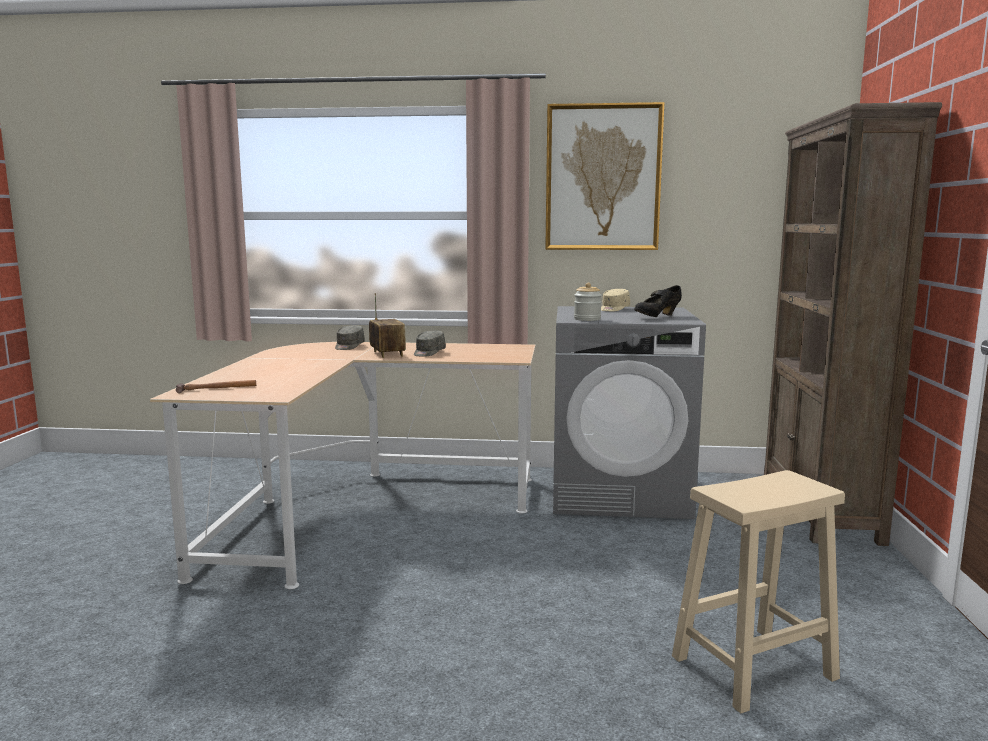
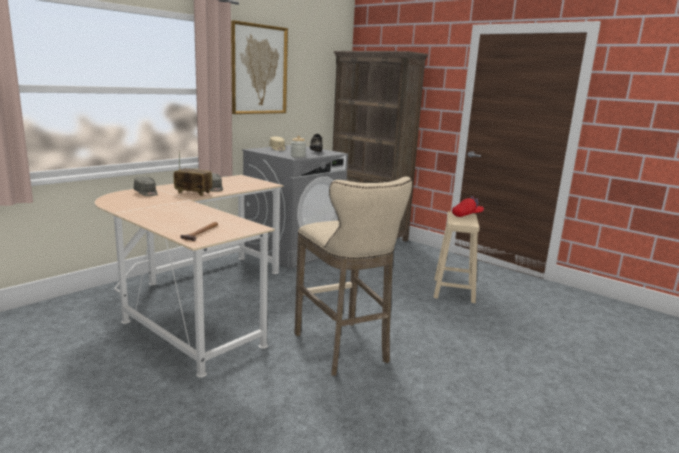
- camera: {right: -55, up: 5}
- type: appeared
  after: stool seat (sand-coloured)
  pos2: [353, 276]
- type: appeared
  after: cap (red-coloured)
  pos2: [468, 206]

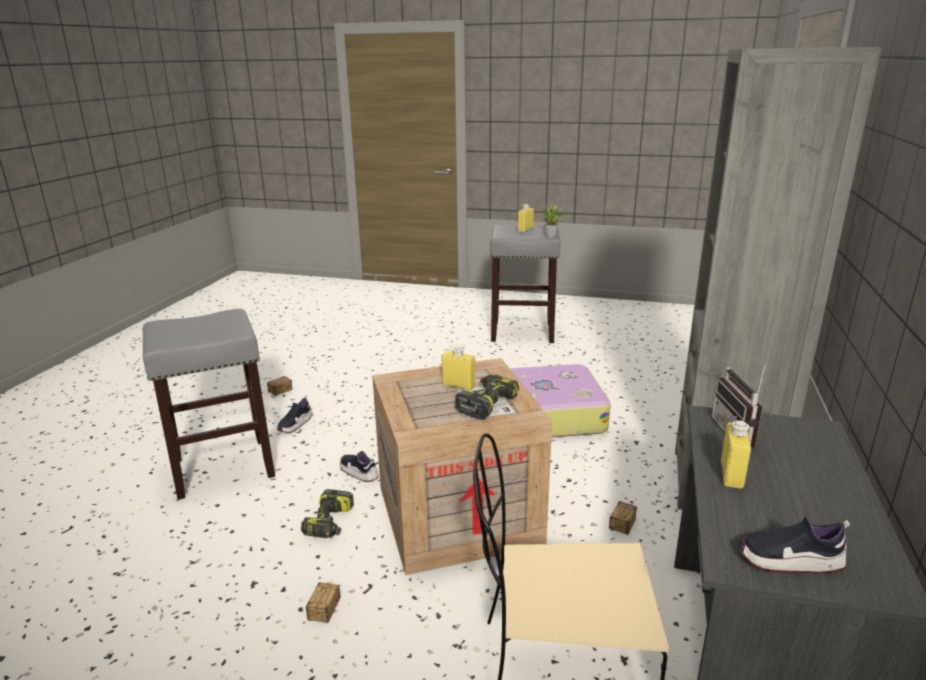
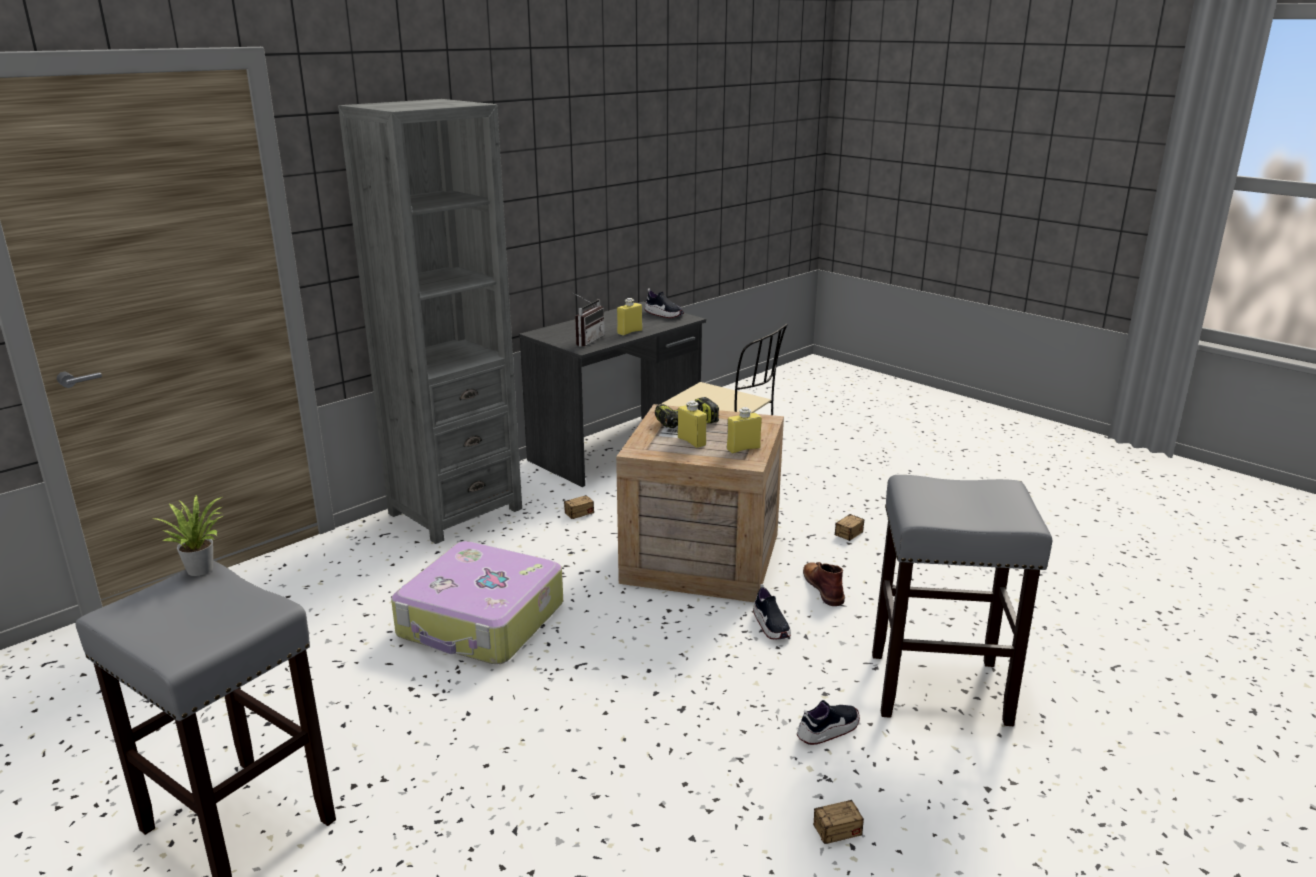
- camera: {right: -150, up: 0}
- type: relocated
  before: beverage bottle (yellow-coloured)
  pos1: [526, 218]
  pos2: [744, 430]
- type: exchanged
  before: power drill
  after: boot (brownish)
  pos1: [327, 513]
  pos2: [824, 584]

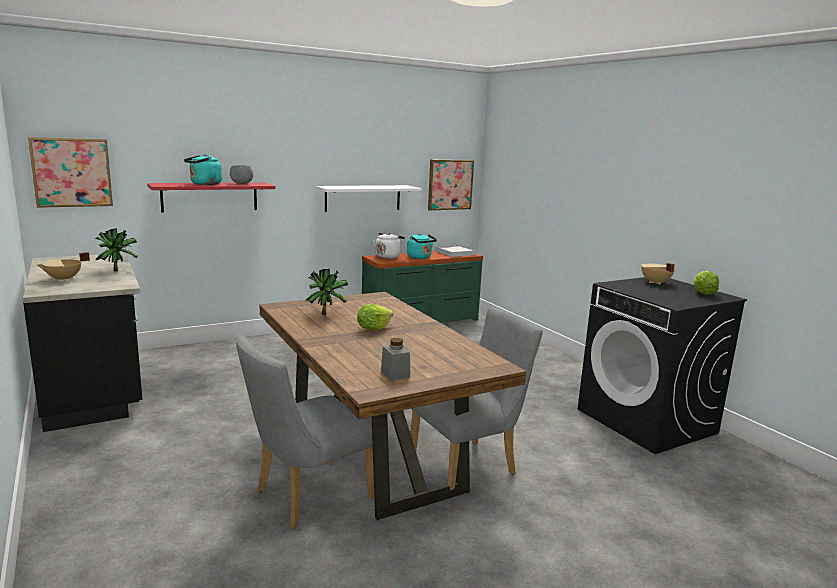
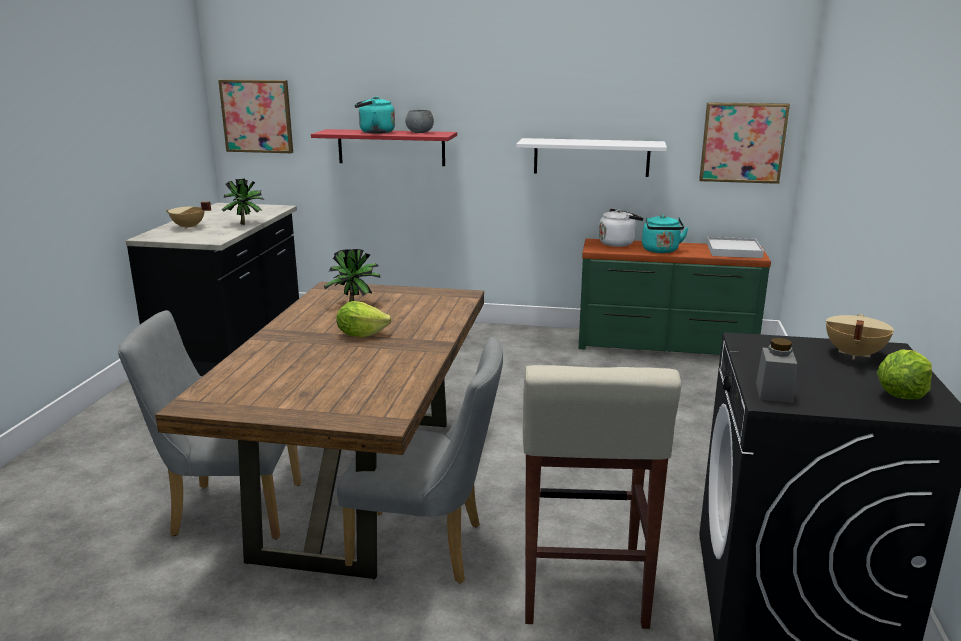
- camera: {right: 40, up: 5}
- type: relocated
  before: preserve jar (gray)
  pos1: [395, 359]
  pos2: [777, 370]
- type: appeared
  after: stool seat (sand-coloured)
  pos2: [602, 497]

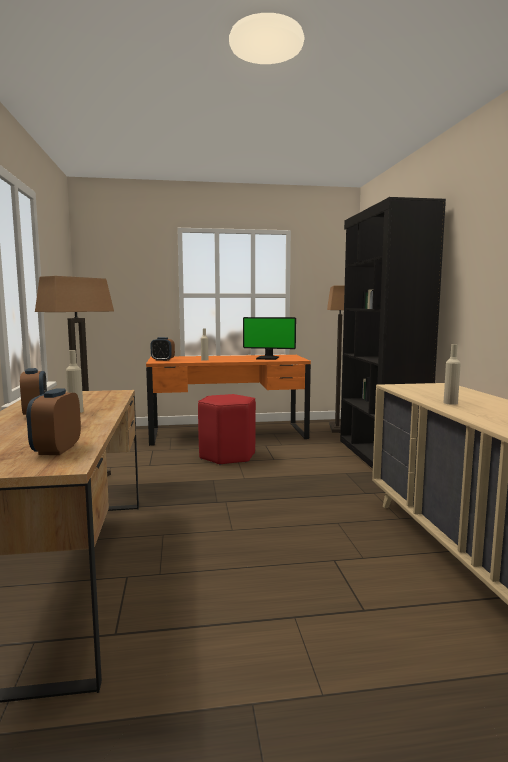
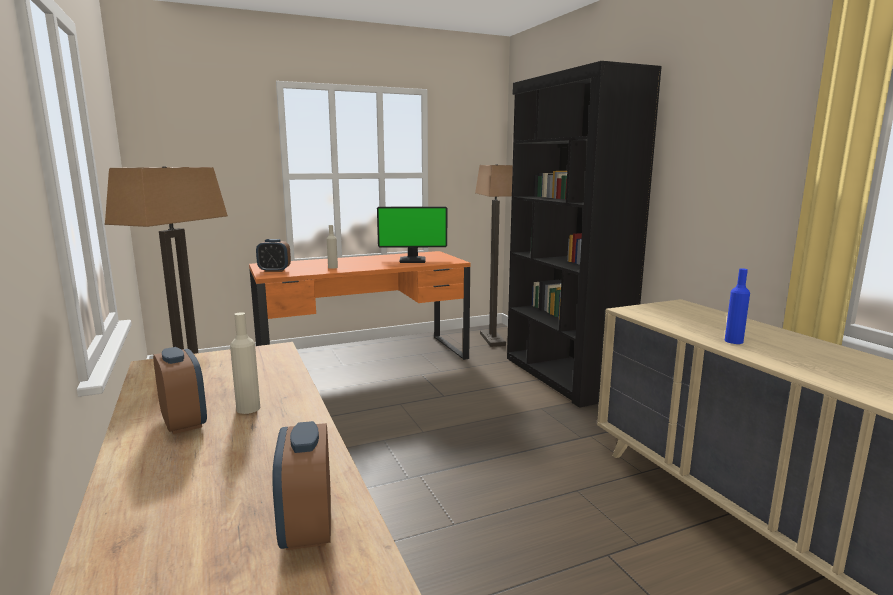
- camera: {right: -15, up: 5}
- type: colour
  before: beverage bottle (sand-coloured)
  after: beverage bottle (bluish)
  pos1: [452, 374]
  pos2: [737, 306]
- type: missing
  before: stool seat (red-coloured)
  pos1: [227, 429]

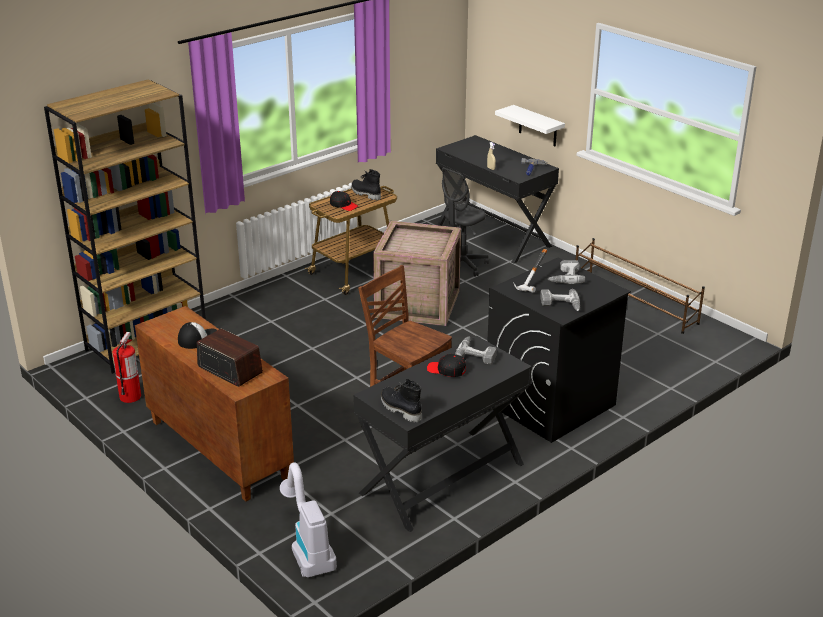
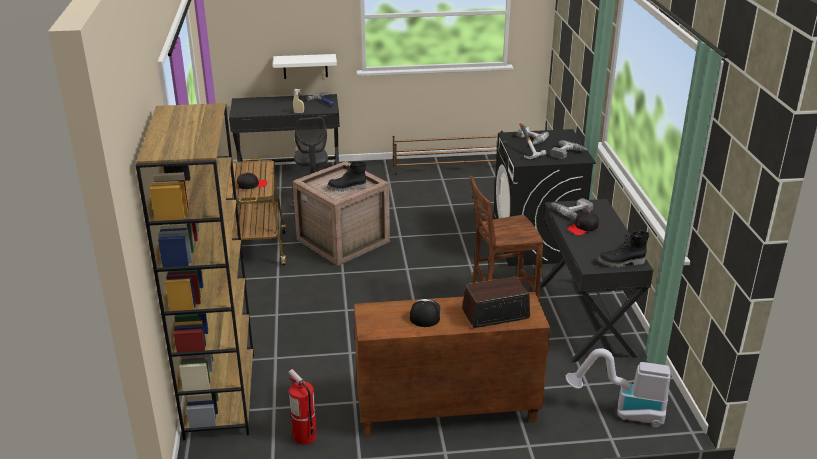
- camera: {right: -55, up: 0}
- type: relocated
  before: boot (black)
  pos1: [366, 184]
  pos2: [346, 176]

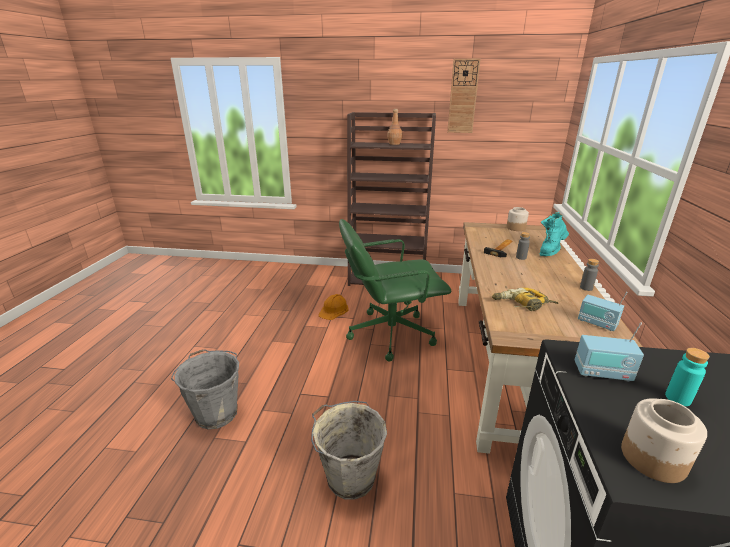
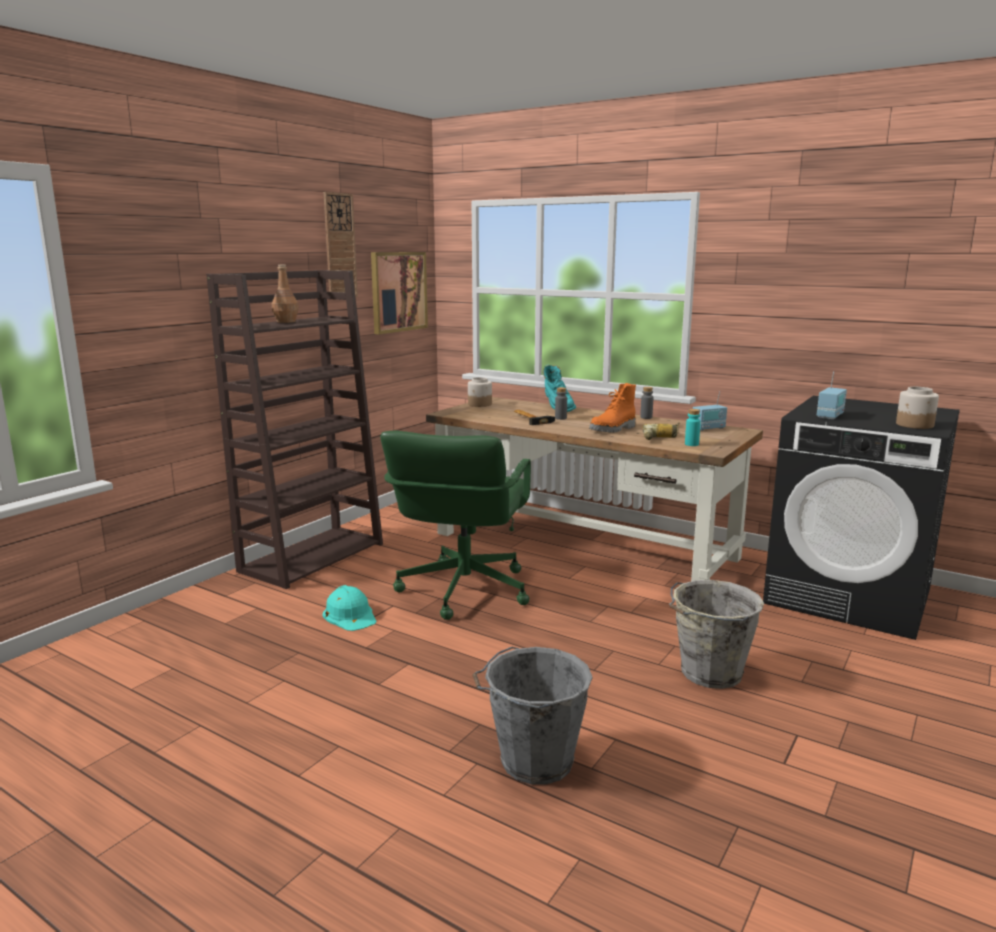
- camera: {right: -65, up: -10}
- type: colour
  before: work helmet (orange-coloured)
  after: work helmet (turquoise)
  pos1: [333, 307]
  pos2: [349, 608]
- type: relocated
  before: beverage bottle (turquoise)
  pos1: [687, 377]
  pos2: [693, 427]
- type: appeared
  after: picture
  pos2: [399, 293]
- type: appeared
  after: boot (orange-coloured)
  pos2: [612, 408]

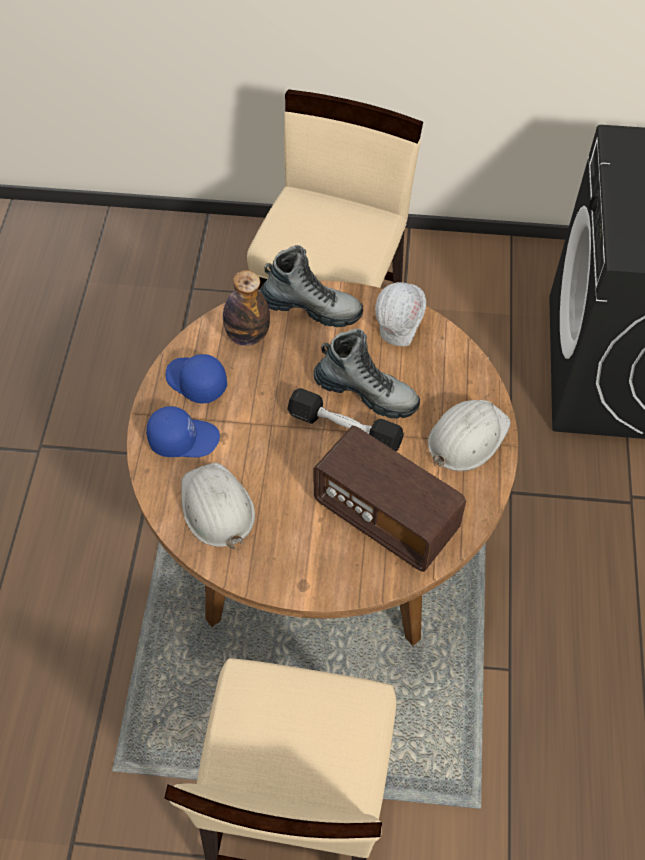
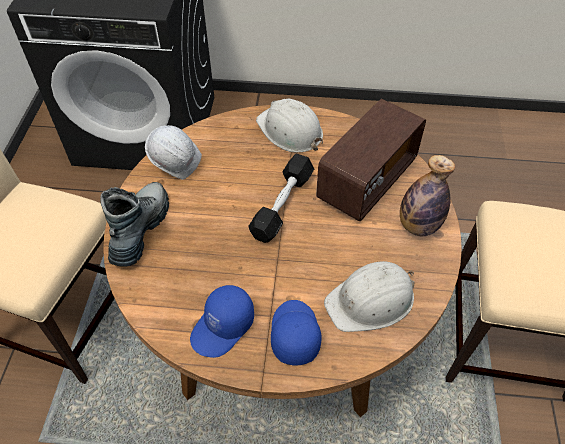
- camera: {right: -90, up: -5}
- type: relocated
  before: beverage bottle
  pos1: [246, 308]
  pos2: [427, 195]
- type: missing
  before: boot
  pos1: [367, 373]

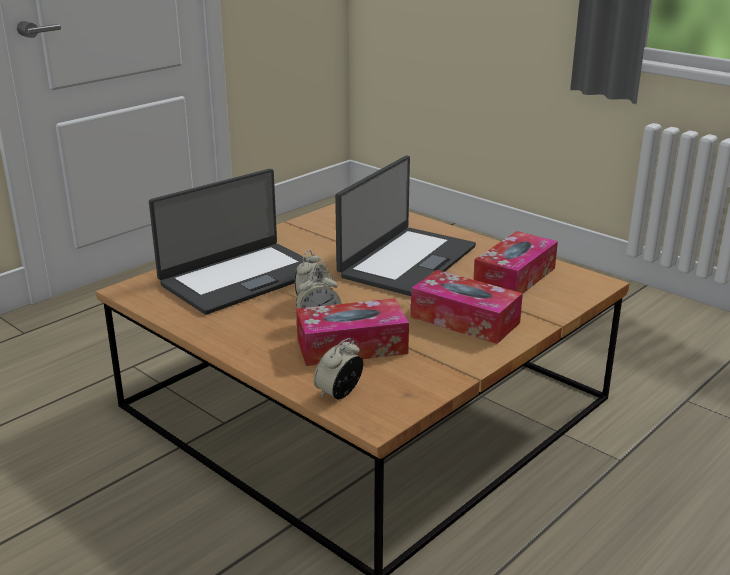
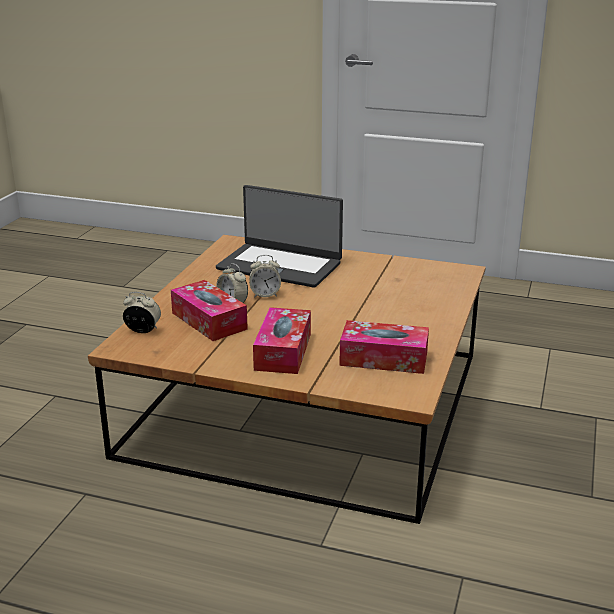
- camera: {right: 65, up: 0}
- type: missing
  before: notebook computer
  pos1: [405, 226]

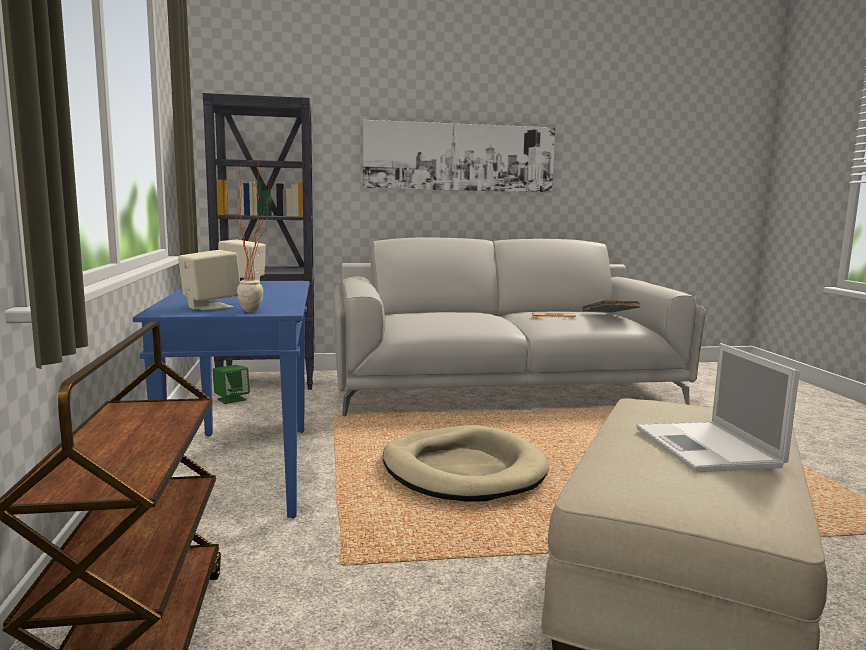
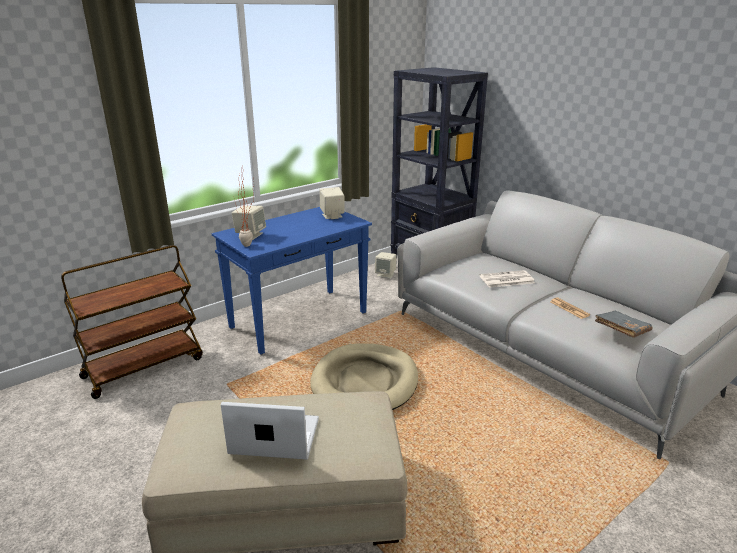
- camera: {right: 60, up: 15}
- type: missing
  before: picture
  pos1: [459, 156]
- type: spun
  before: notebook computer
  pos1: [718, 407]
  pos2: [270, 431]
  turn: 45
- type: colour
  before: loudspeaker (green-coloured)
  after: loudspeaker (sand-coloured)
  pos1: [231, 384]
  pos2: [386, 265]
- type: appeared
  after: newspaper
  pos2: [507, 279]

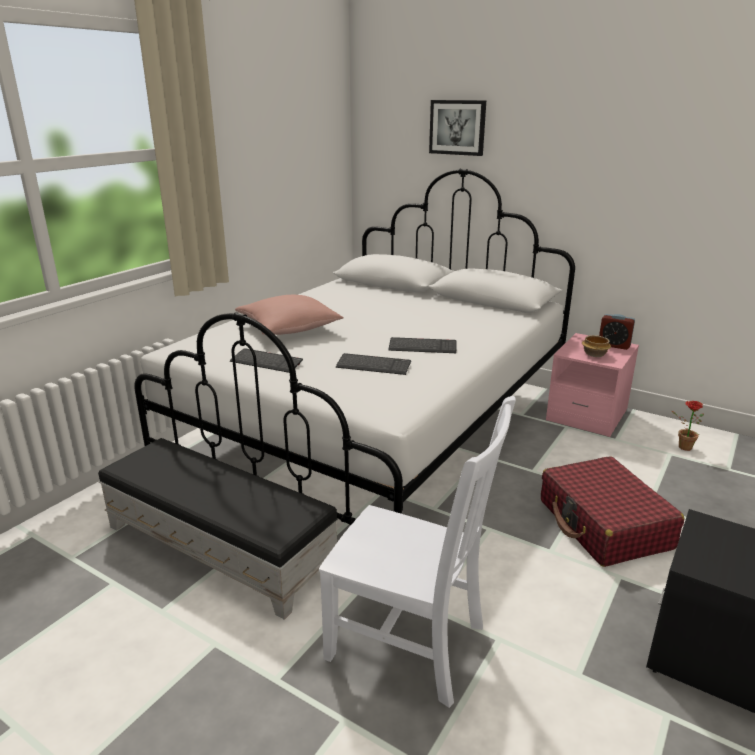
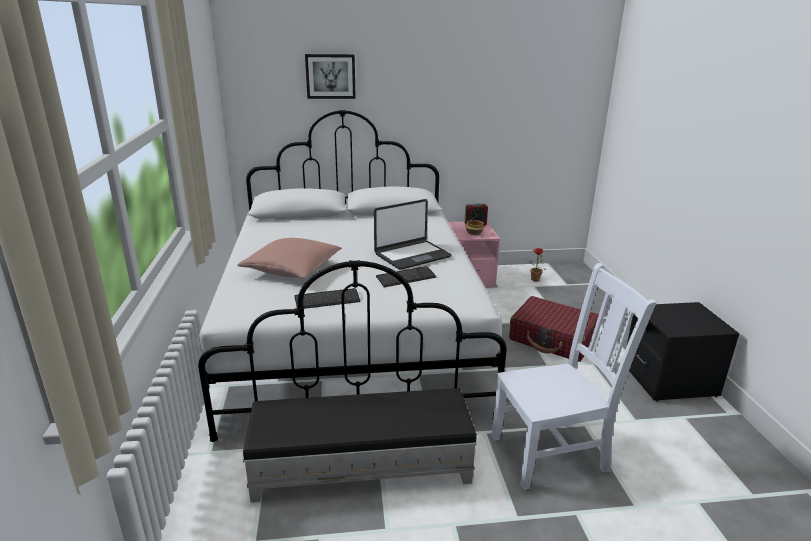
- camera: {right: -40, up: 0}
- type: exchanged
  before: PC keyboard
  after: notebook computer
  pos1: [422, 345]
  pos2: [413, 234]

